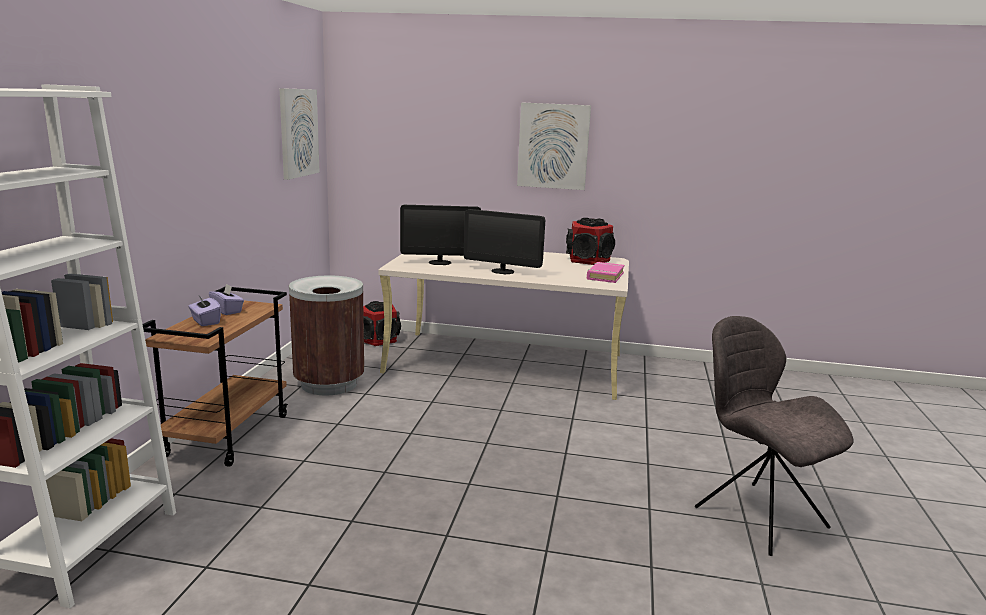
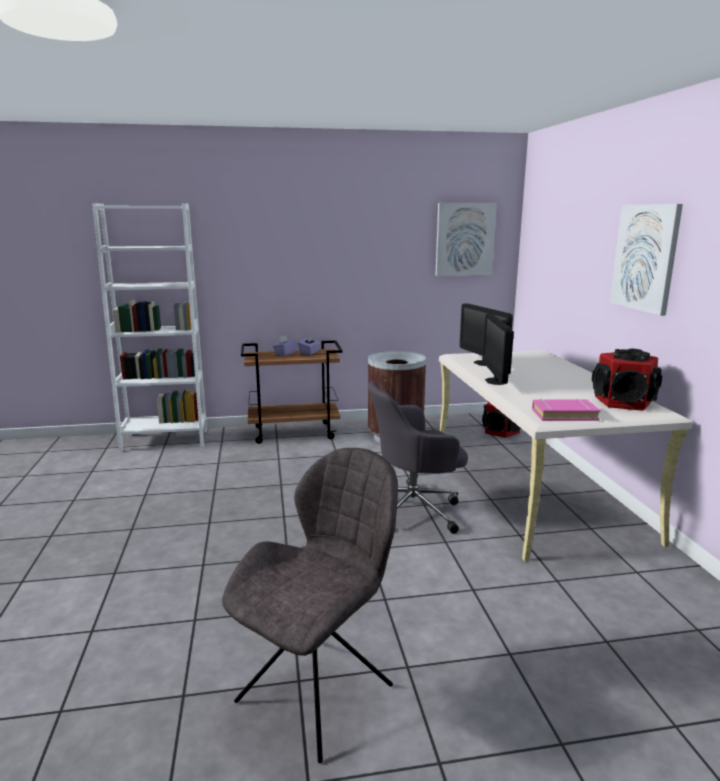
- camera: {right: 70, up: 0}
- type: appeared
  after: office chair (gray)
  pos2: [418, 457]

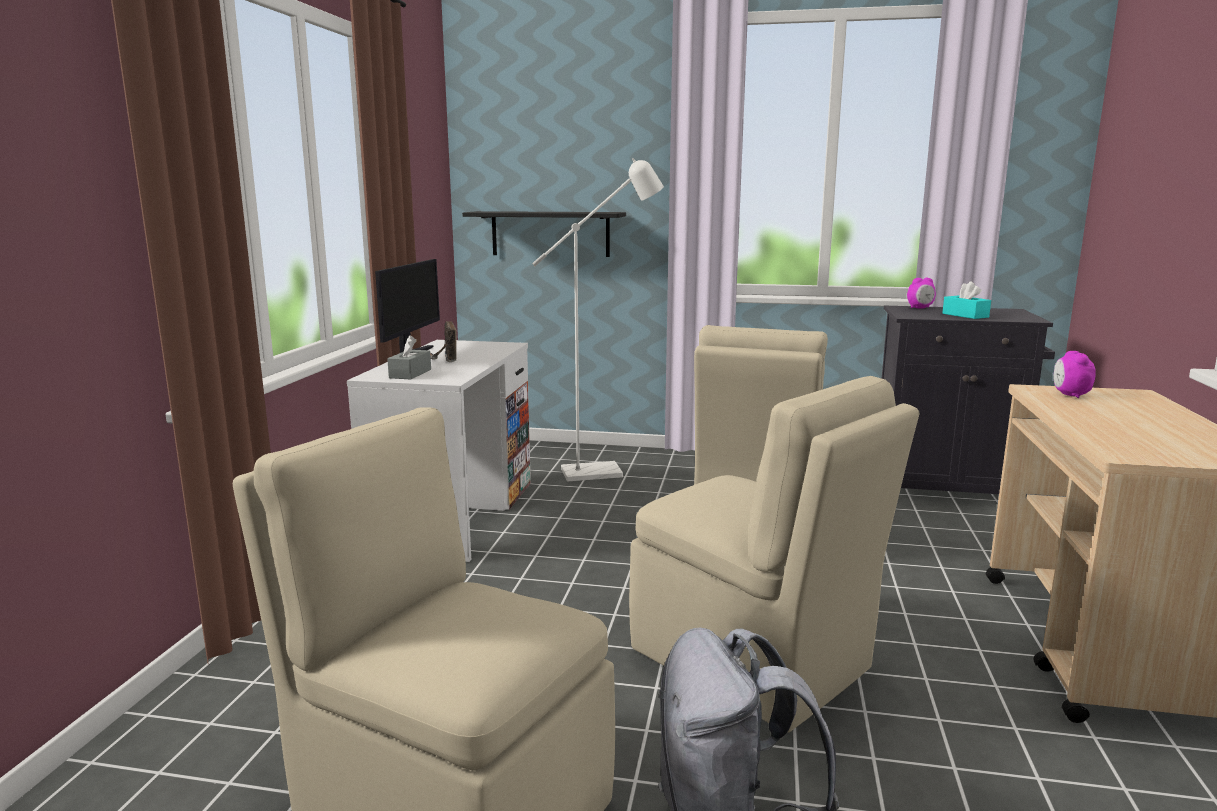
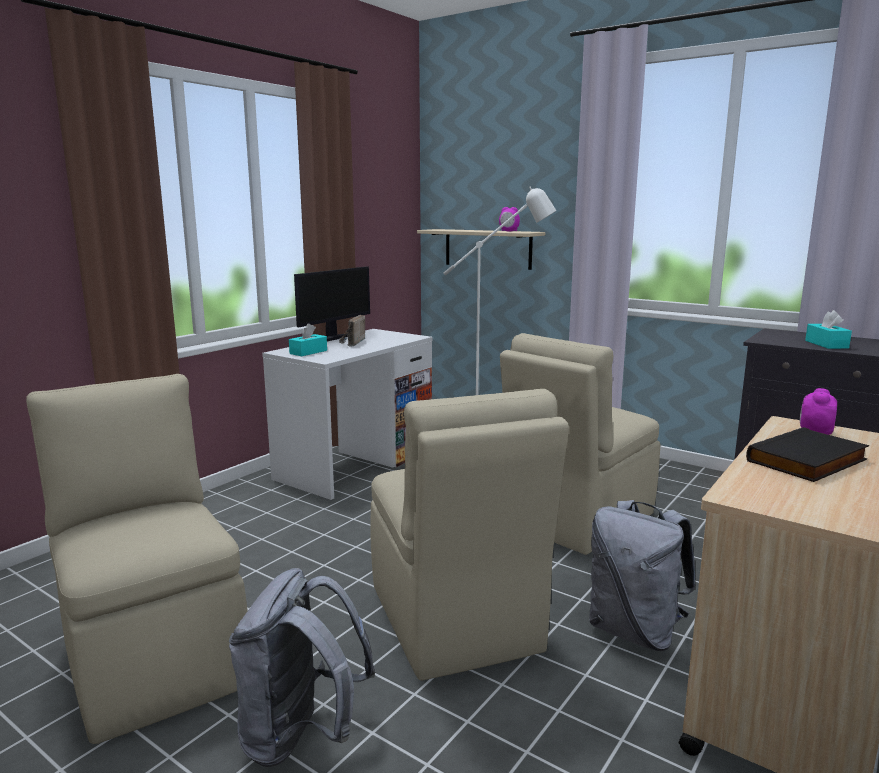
- camera: {right: 25, up: 0}
- type: colour
  before: wall shelf (black)
  after: wall shelf (sand-coloured)
  pos1: [544, 234]
  pos2: [481, 249]
- type: relocated
  before: table clock
  pos1: [921, 293]
  pos2: [509, 219]
- type: colour
  before: tissue holder (gray)
  after: tissue holder (turquoise)
  pos1: [409, 357]
  pos2: [308, 339]
- type: appeared
  after: bound book (black)
  pos2: [807, 454]
- type: appeared
  after: backpack (gray)
  pos2: [642, 575]

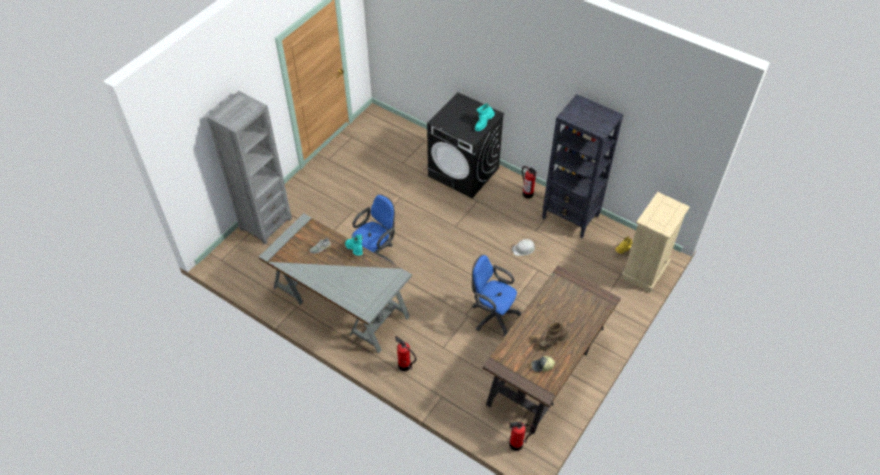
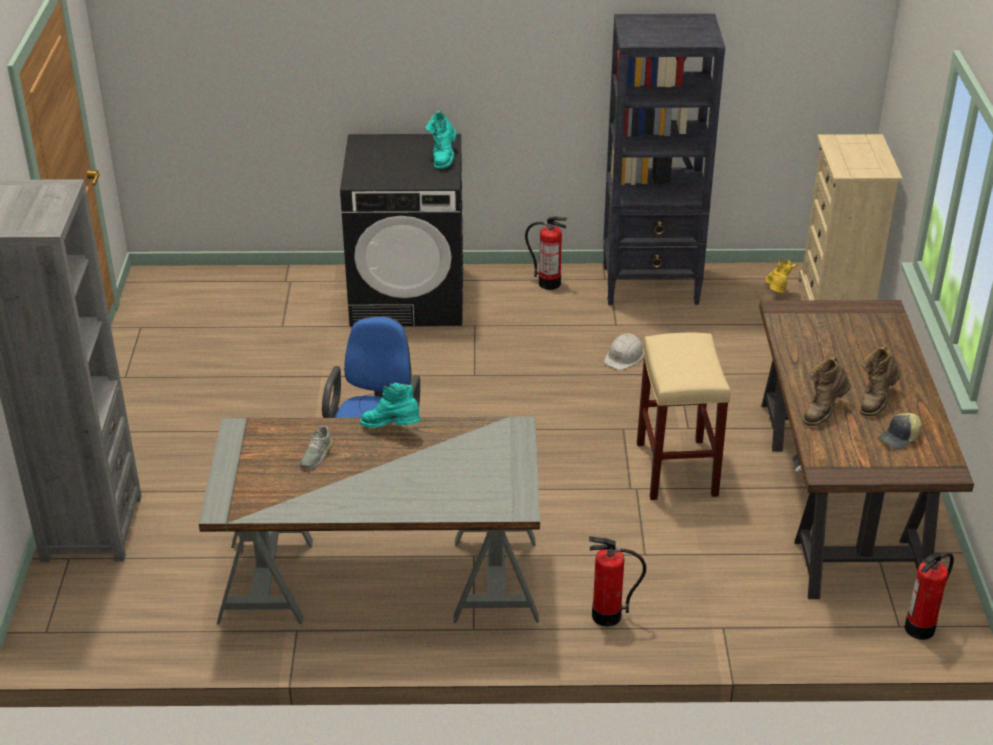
- camera: {right: -35, up: -15}
- type: exchanged
  before: office chair (bluish)
  after: stool seat (sand-coloured)
  pos1: [496, 296]
  pos2: [684, 416]
- type: appeared
  after: boot (brownish)
  pos2: [827, 392]

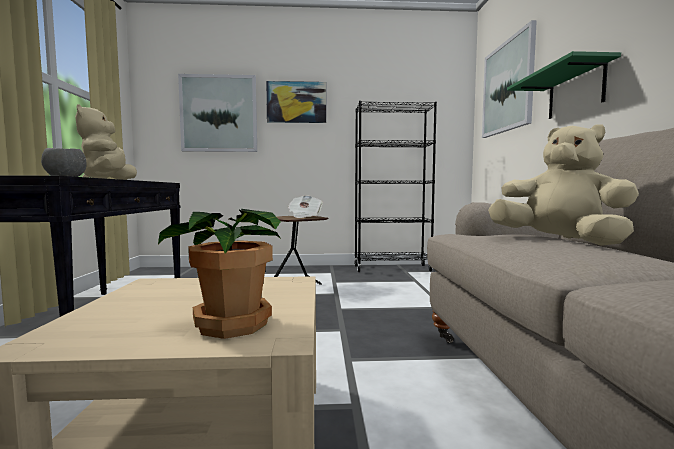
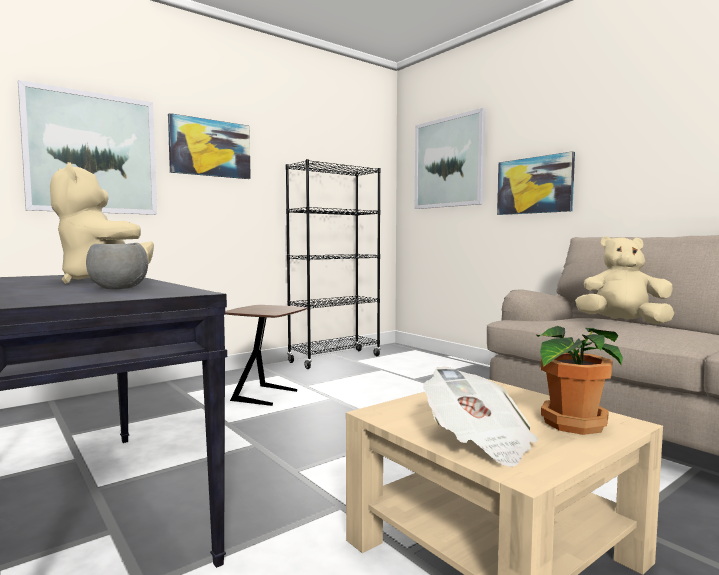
- camera: {right: -35, up: 0}
- type: exchanged
  before: wall shelf (green-coloured)
  after: picture
  pos1: [564, 85]
  pos2: [536, 183]
- type: relocated
  before: newspaper
  pos1: [305, 206]
  pos2: [480, 417]

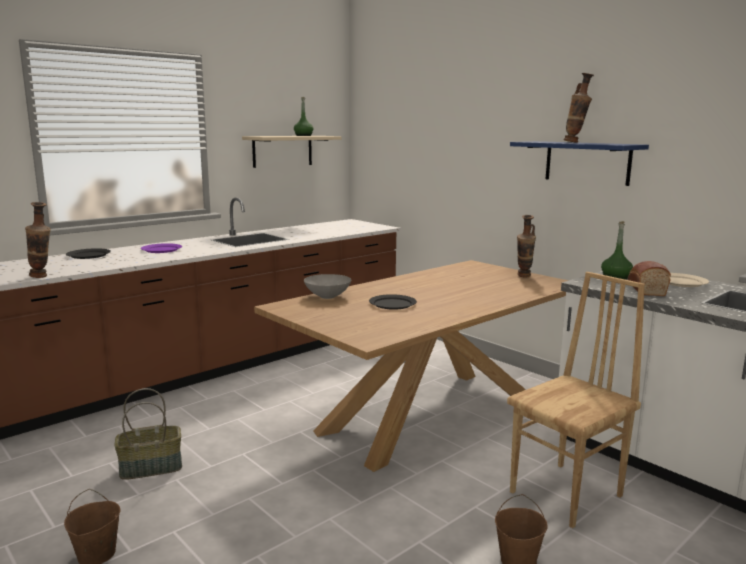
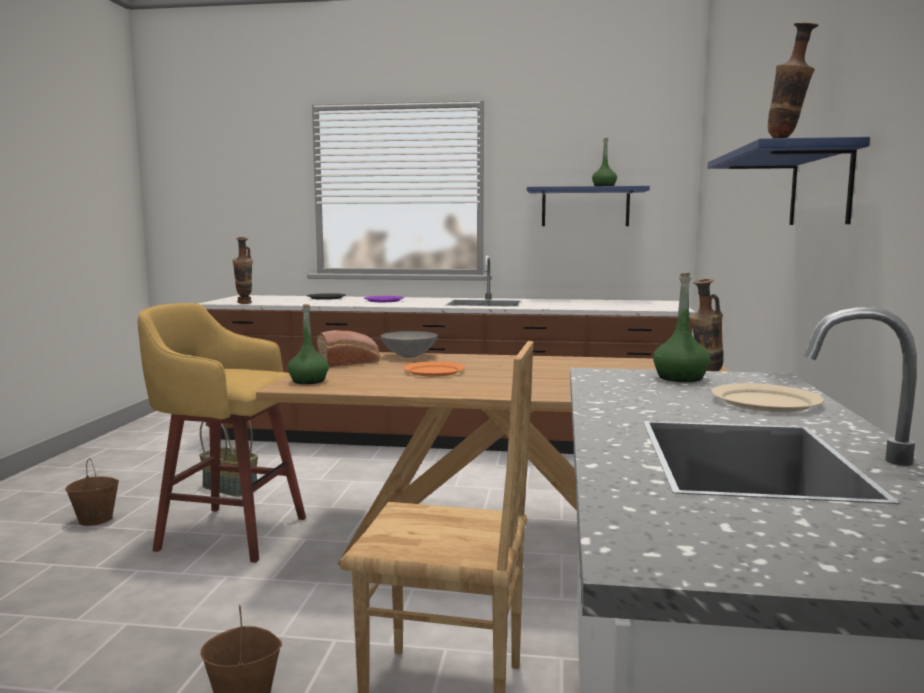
- camera: {right: 50, up: -5}
- type: colour
  before: wall shelf (sand-coloured)
  after: wall shelf (bluish)
  pos1: [291, 152]
  pos2: [588, 206]
- type: relocated
  before: baked bread
  pos1: [649, 278]
  pos2: [348, 348]
- type: colour
  before: plate (black)
  after: plate (orange-coloured)
  pos1: [393, 302]
  pos2: [434, 369]
- type: appeared
  after: stool seat (yellow-coloured)
  pos2: [222, 433]
- type: appeared
  after: beverage bottle (green-coloured)
  pos2: [308, 344]

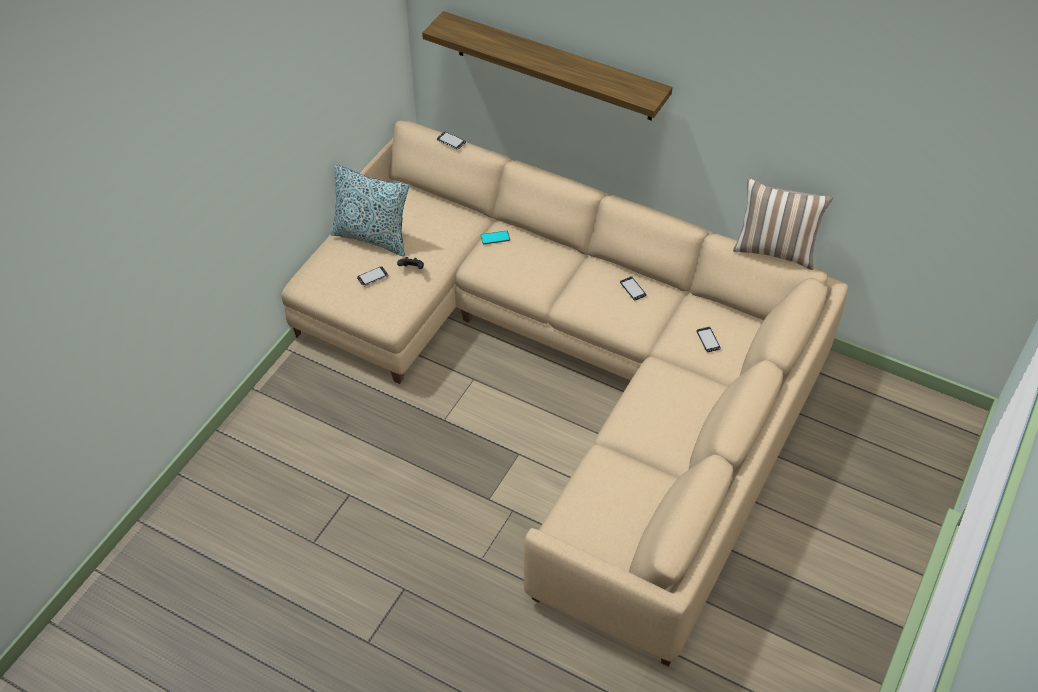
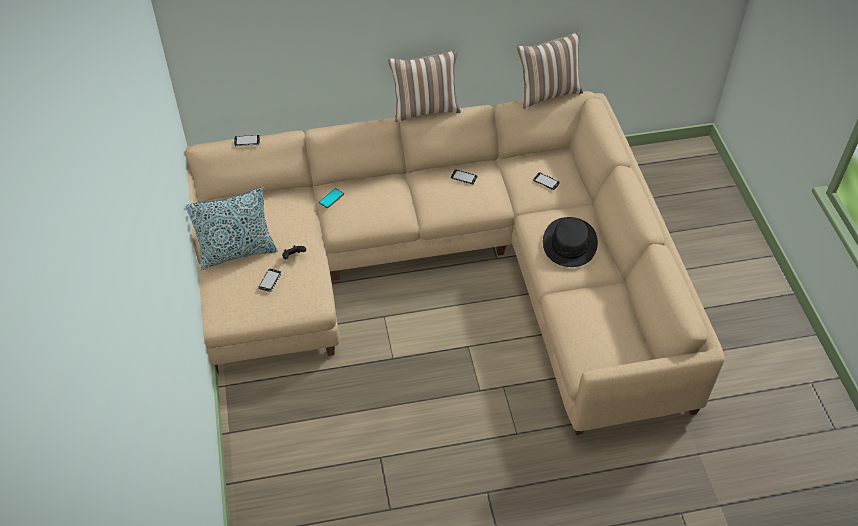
- camera: {right: -40, up: 0}
- type: missing
  before: wall shelf
  pos1: [547, 65]
- type: appeared
  after: throw pillow
  pos2: [424, 85]
- type: appeared
  after: clothing hat (black)
  pos2: [570, 242]

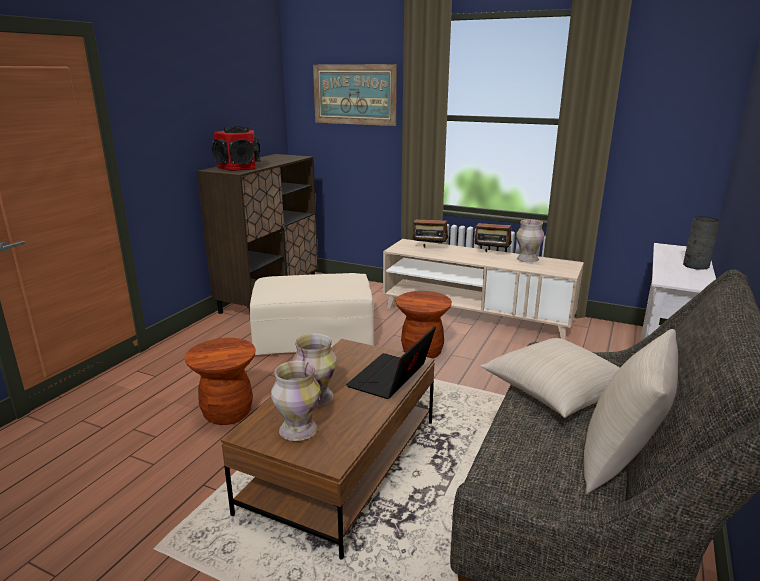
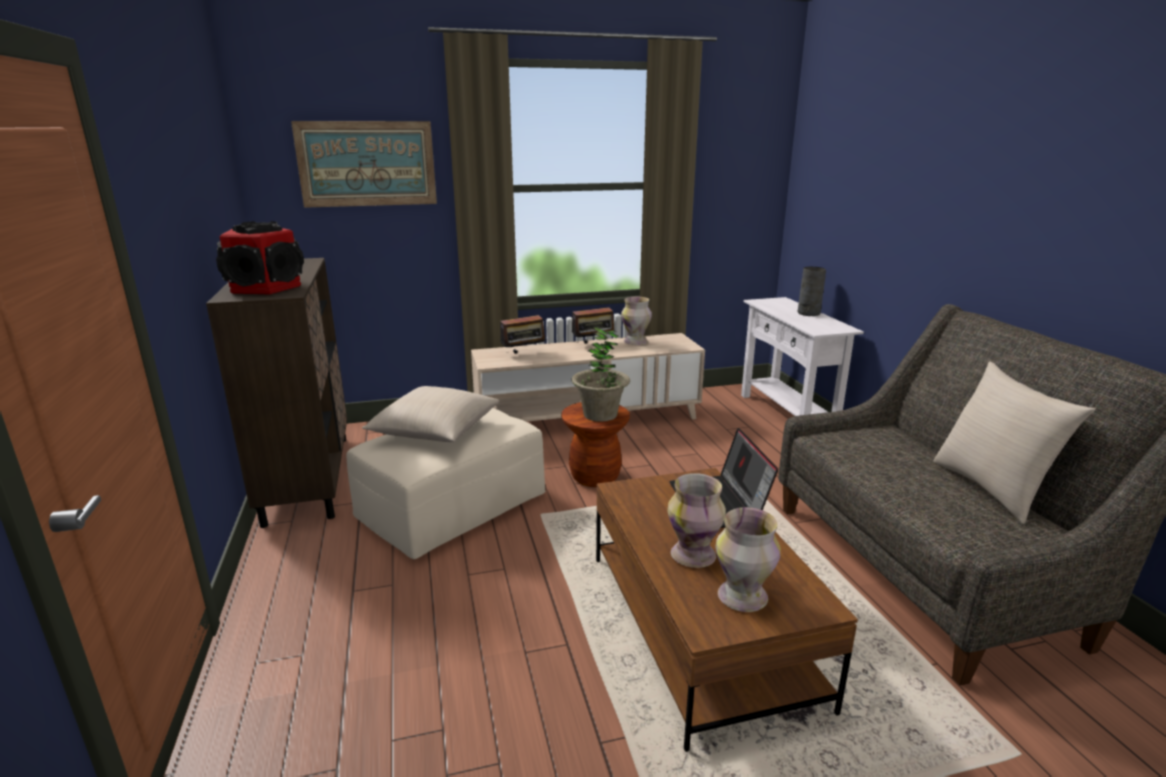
- camera: {right: -40, up: 0}
- type: missing
  before: stool seat (brownish)
  pos1: [220, 381]
- type: relocated
  before: throw pillow (sand-coloured)
  pos1: [550, 378]
  pos2: [430, 414]
- type: appeared
  after: plant in a pot
  pos2: [600, 374]

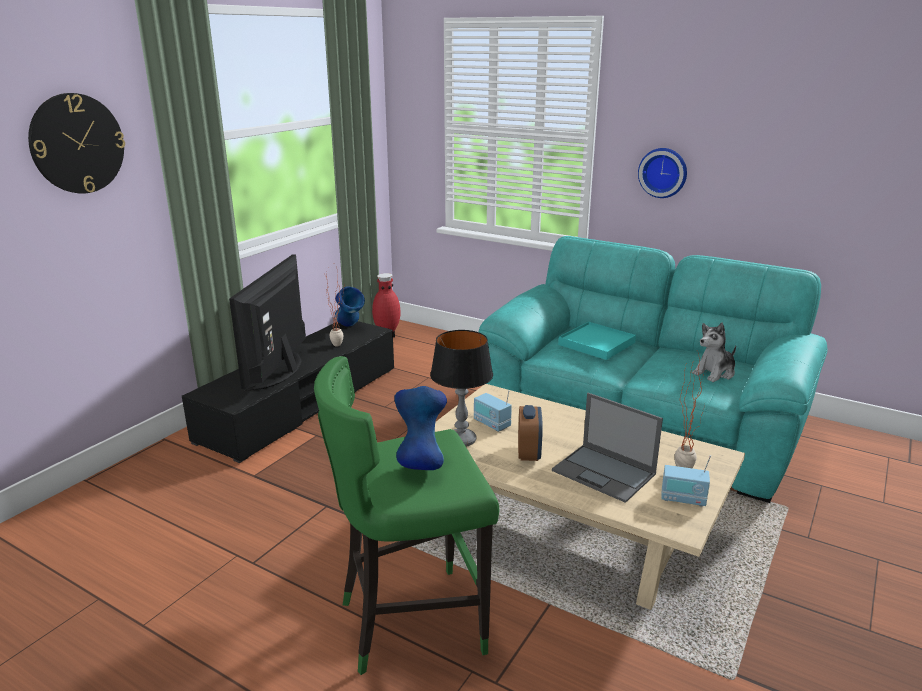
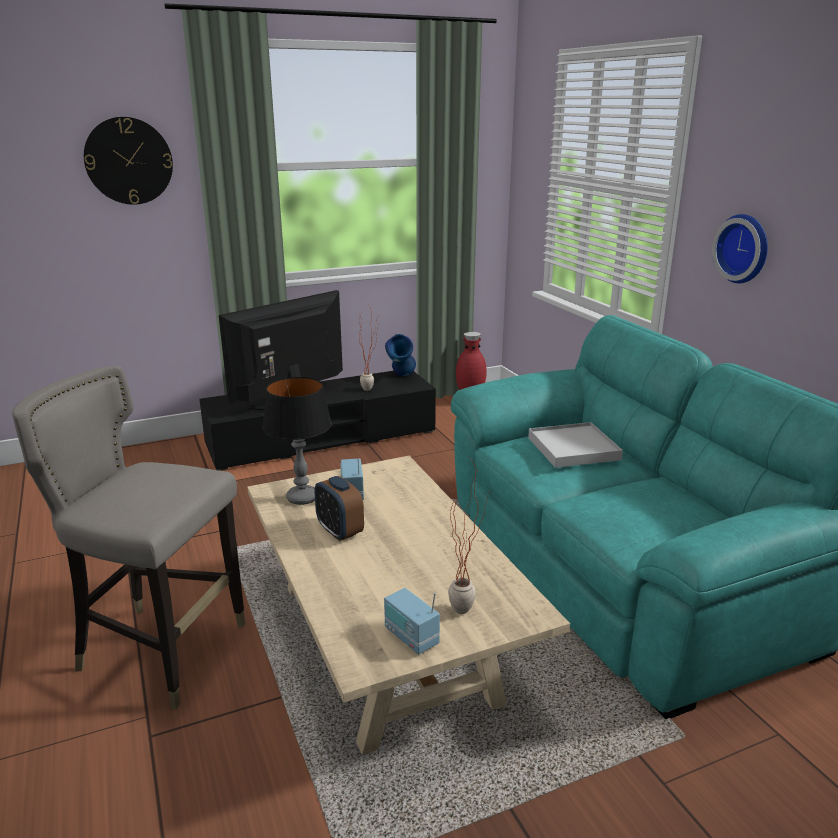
- camera: {right: 35, up: 0}
- type: colour
  before: serving tray (turquoise)
  after: serving tray (whitish)
  pos1: [597, 341]
  pos2: [575, 445]
- type: missing
  before: cuddly toy
  pos1: [714, 352]
- type: colour
  before: stool seat (green-coloured)
  after: stool seat (gray)
  pos1: [406, 515]
  pos2: [128, 537]
- type: missing
  before: vase (bluish)
  pos1: [420, 428]
- type: missing
  before: notebook computer
  pos1: [607, 448]
- type: spun
  before: table clock
  pos1: [530, 433]
  pos2: [339, 508]
  turn: 105

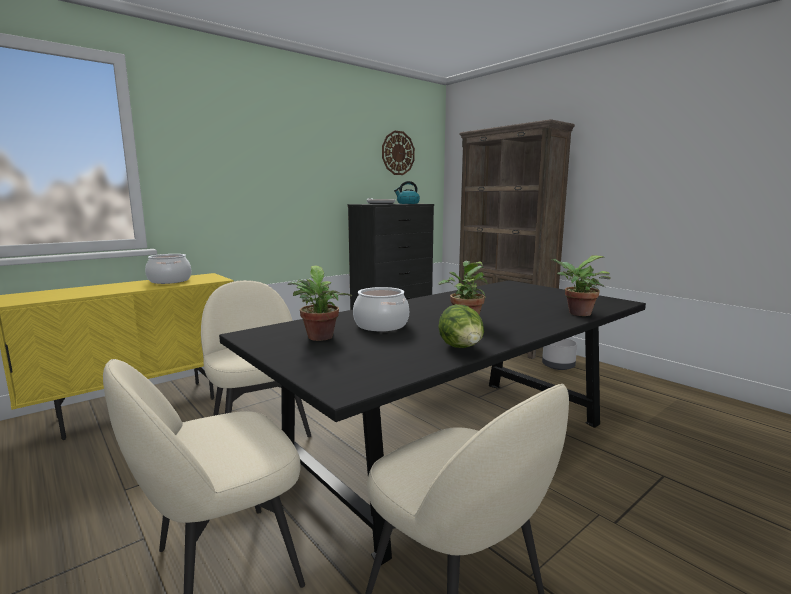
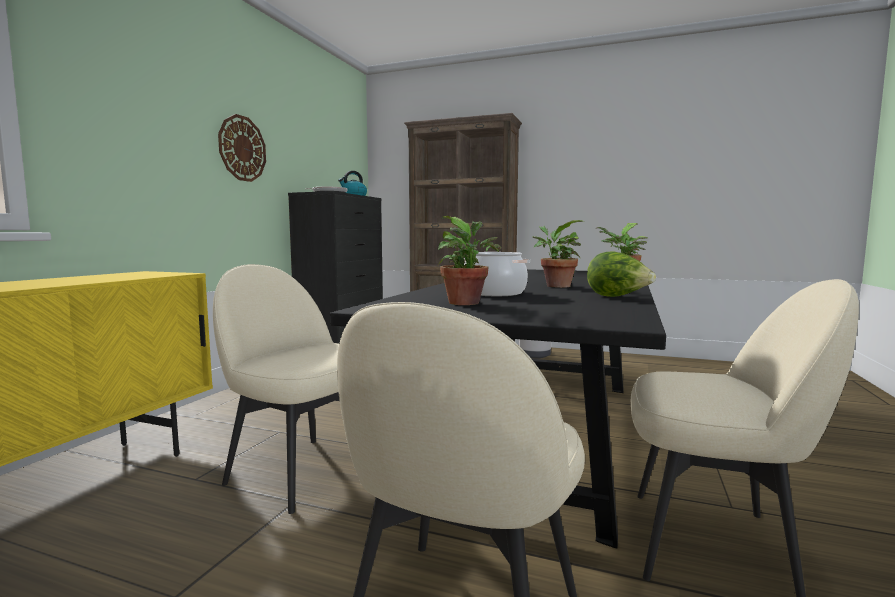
- camera: {right: -30, up: -5}
- type: relocated
  before: hanging clock
  pos1: [398, 152]
  pos2: [242, 148]
- type: missing
  before: cooking pot
  pos1: [168, 269]

